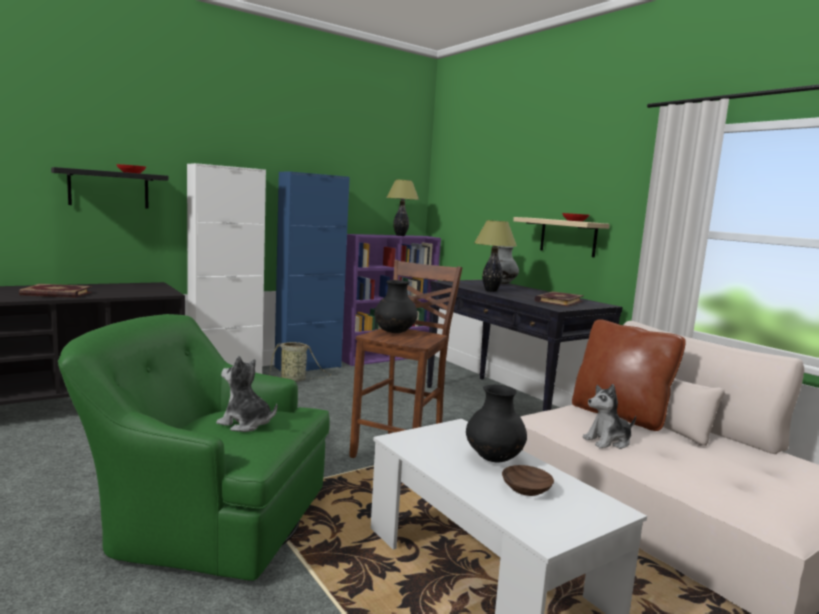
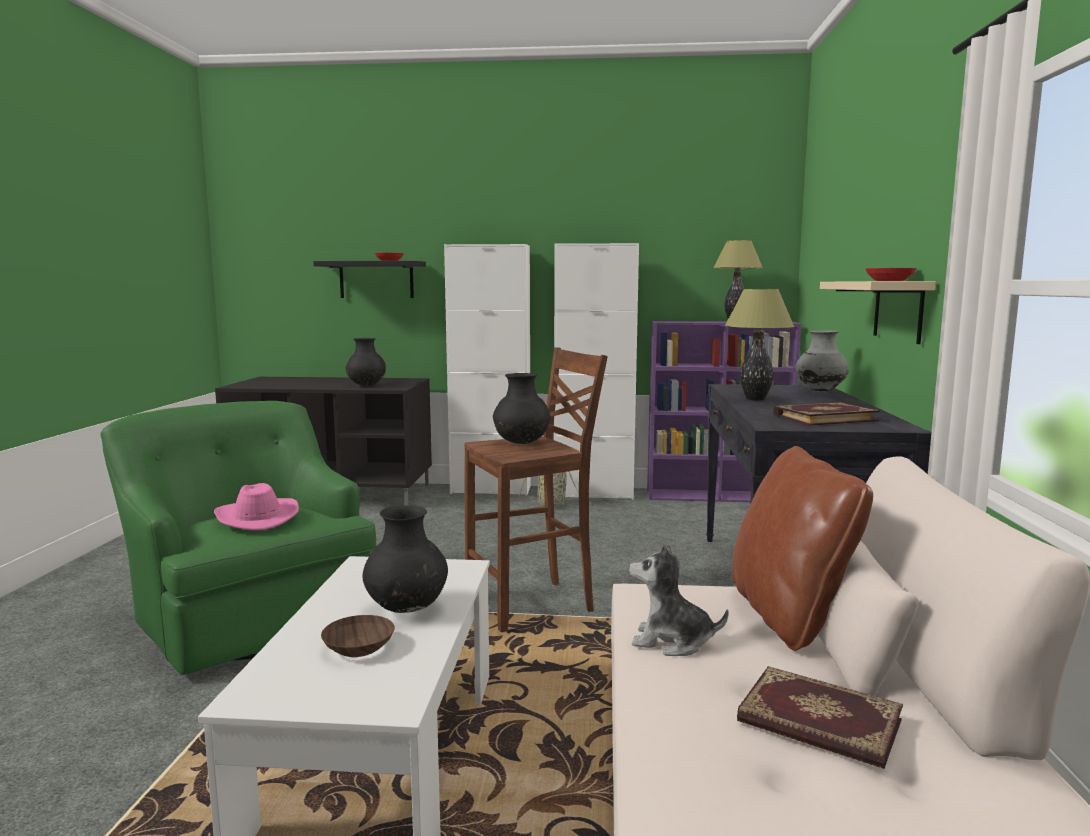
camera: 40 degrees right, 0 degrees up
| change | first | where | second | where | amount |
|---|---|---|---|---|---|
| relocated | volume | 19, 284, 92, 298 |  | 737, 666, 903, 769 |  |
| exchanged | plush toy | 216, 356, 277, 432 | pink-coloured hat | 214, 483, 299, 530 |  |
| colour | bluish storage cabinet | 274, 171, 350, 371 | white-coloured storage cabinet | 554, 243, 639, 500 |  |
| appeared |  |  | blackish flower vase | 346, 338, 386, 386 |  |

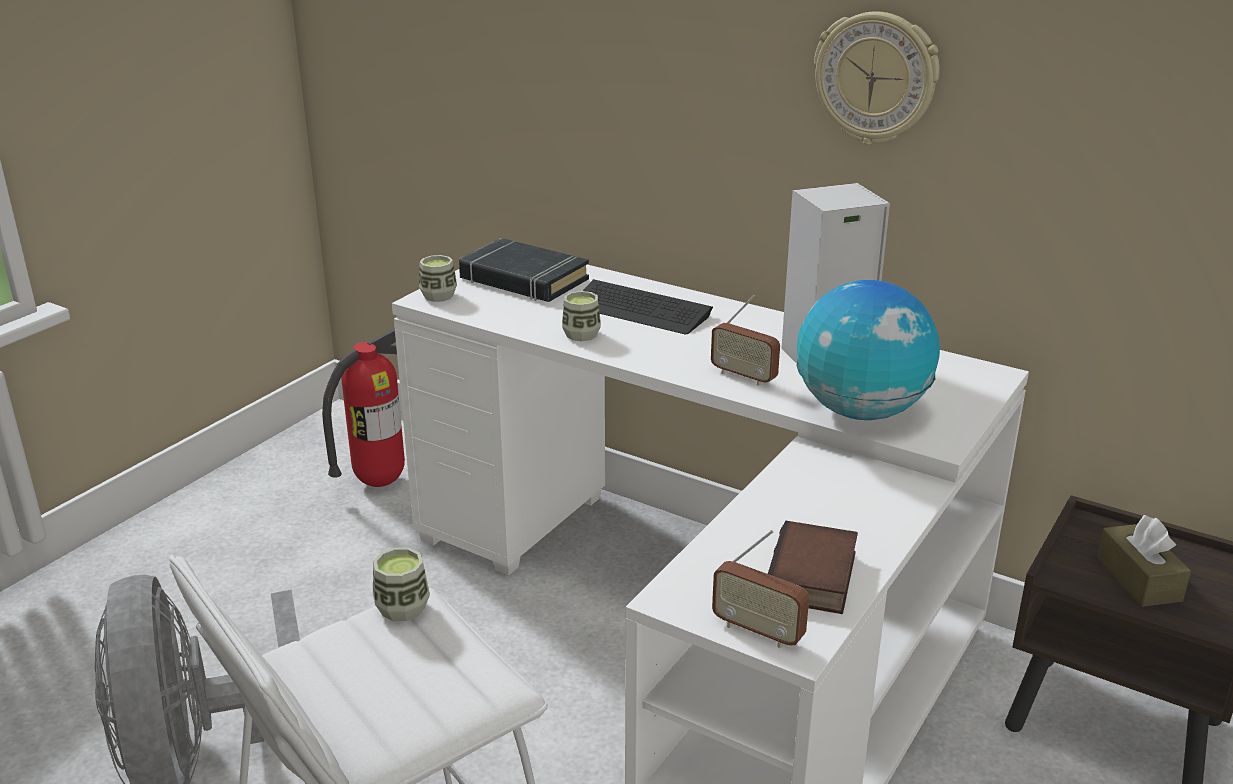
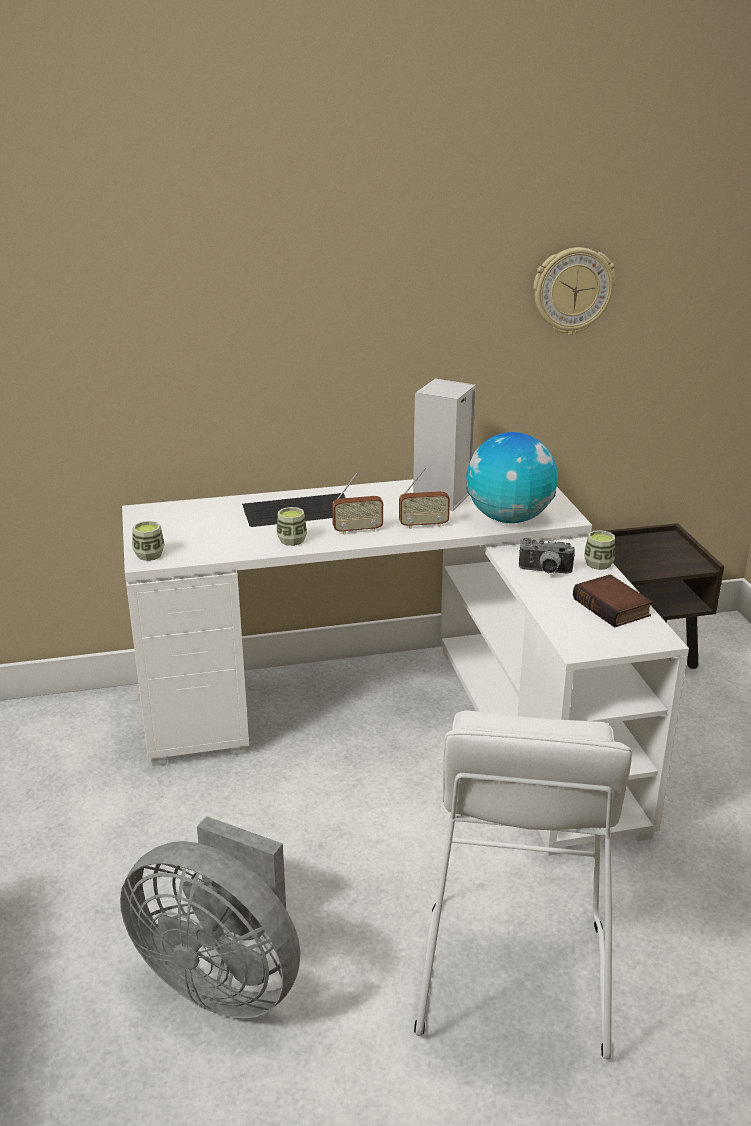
camera: 45 degrees left, 0 degrees up
| change | first | where | second | where | amount |
|---|---|---|---|---|---|
| missing | extinguisher | 322, 328, 405, 487 |  |  |  |
| relocated | small cup | 373, 548, 430, 621 |  | 584, 530, 615, 570 |  |
| missing | blackish volume | 459, 238, 589, 302 |  |  |  |
| relocated | radio | 712, 530, 809, 649 |  | 332, 472, 383, 535 |  |
| relocated | wall clock | 814, 11, 940, 145 |  | 533, 247, 616, 335 |  |
| missing | brown tissue holder | 1097, 515, 1191, 607 |  |  |  |
| appeared |  |  | photo camera | 519, 538, 575, 574 |  |

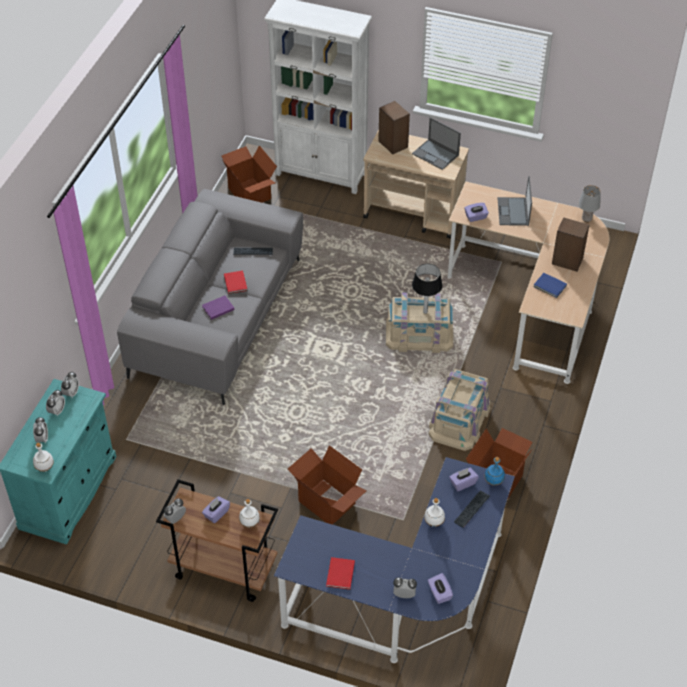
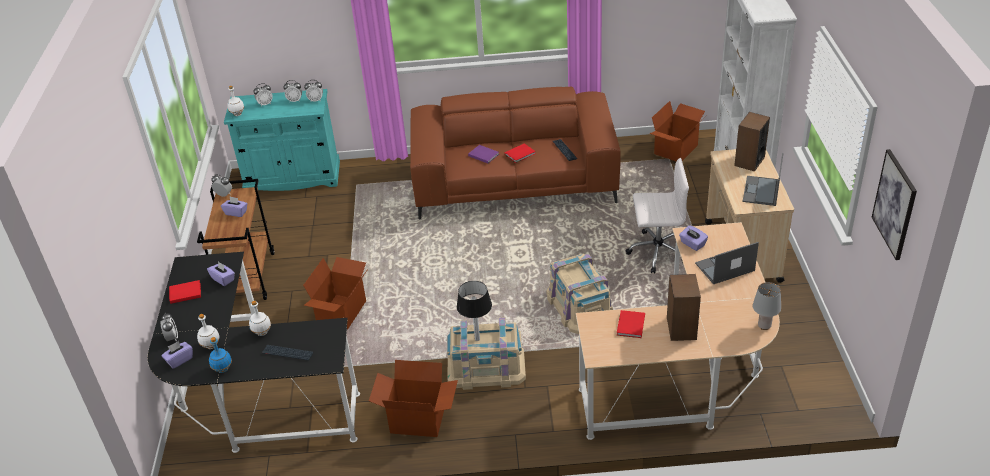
camera: 70 degrees right, 10 degrees down
| change | first | where | second | where | amount |
|---|---|---|---|---|---|
| colour | greyish settee | 117, 189, 303, 405 | brown settee | 410, 87, 621, 220 |  |
| relocated | white-coloured drink bottle | 239, 499, 260, 528 |  | 197, 314, 220, 349 |  |
| colour | bluish desk unit | 274, 457, 515, 663 | blackish desk unit | 148, 252, 360, 453 |  |
| relocated | tabletop lamp | 412, 264, 443, 314 |  | 457, 281, 492, 341 |  |
| relocated | purplish tissue holder | 449, 468, 479, 491 |  | 207, 261, 235, 286 |  |
| relocated | bluish drink bottle | 484, 457, 505, 486 |  | 209, 337, 232, 373 |  |
| colour | bluish volume | 533, 273, 567, 298 | red-coloured volume | 617, 310, 645, 338 |  |
| appeared |  |  | white-coloured computer chair | 626, 158, 689, 274 |  |
| appeared |  |  | picture | 872, 149, 917, 260 |  |

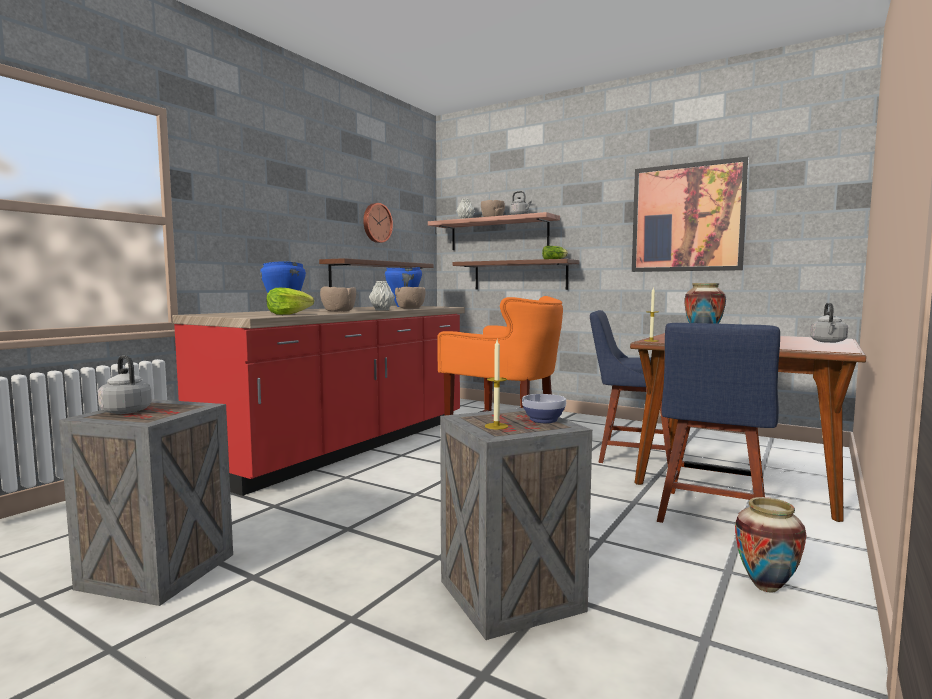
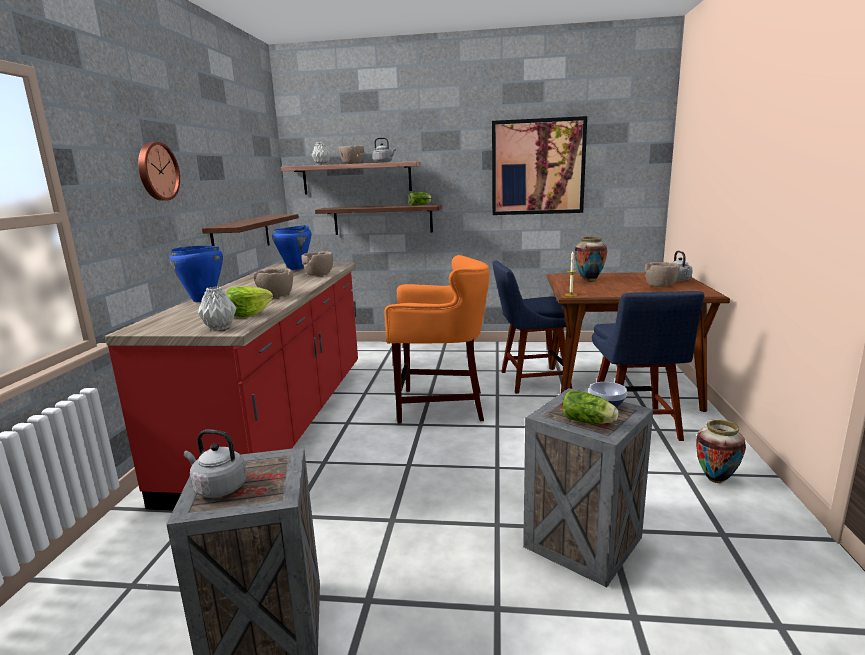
camera: 25 degrees left, 10 degrees up
| change | first | where | second | where | amount |
|---|---|---|---|---|---|
| relocated | wall clock | 363, 203, 393, 243 |  | 138, 142, 180, 201 |  |
| relocated | greyish flower vase | 369, 281, 395, 310 |  | 197, 287, 236, 331 |  |
| exchanged | wax light | 485, 340, 508, 429 | lettuce head | 562, 390, 619, 424 |  |
| appeared |  |  | brown deep dish | 645, 262, 680, 287 |  |

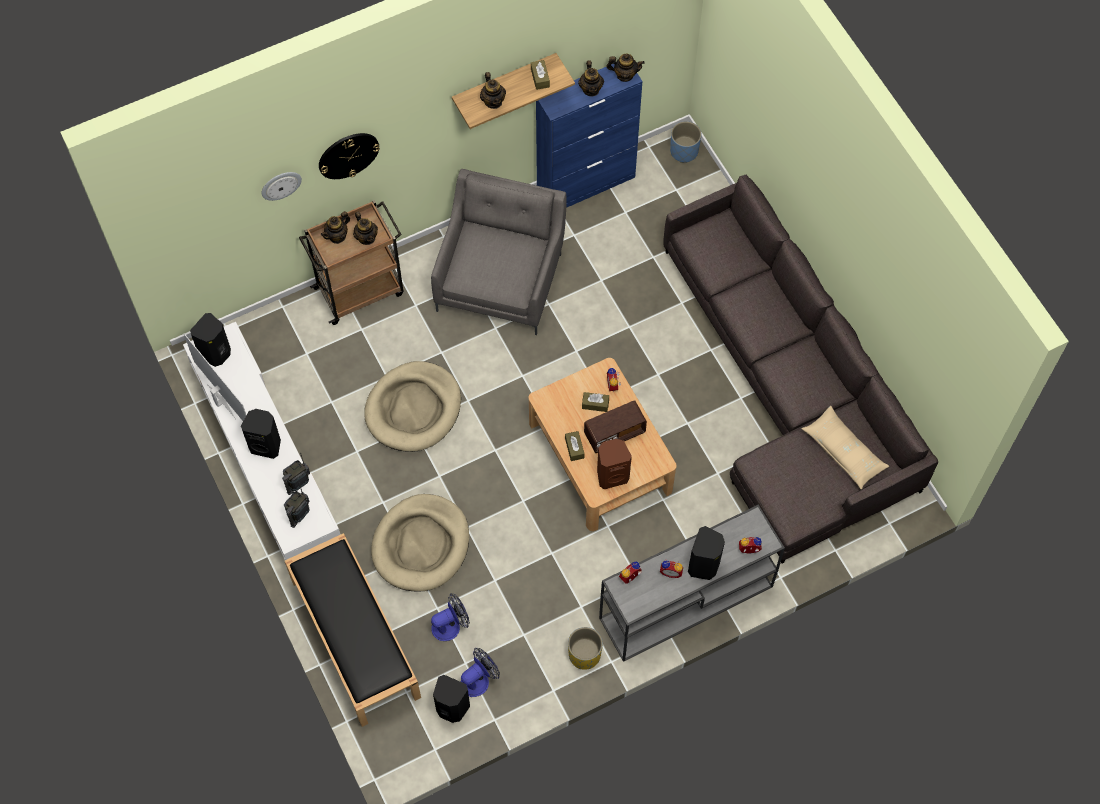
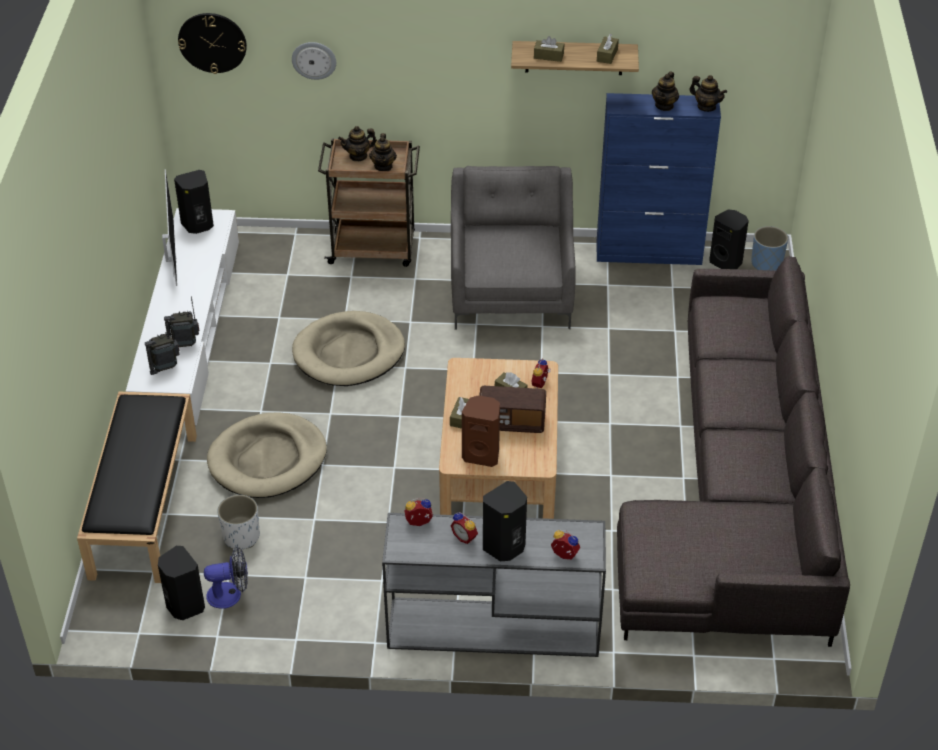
camera: 30 degrees right, 20 degrees down
| change | first | where | second | where | amount |
|---|---|---|---|---|---|
| relocated | blackish loudspeaker | 241, 409, 281, 459 |  | 709, 210, 749, 269 |  |
| relocated | wall clock | 319, 133, 380, 179 |  | 178, 13, 247, 74 |  |
| spun | greyish lounge chair | 431, 169, 567, 335 |  | 451, 166, 576, 330 | 45 degrees counterclockwise |
| exchanged | fan | 431, 593, 470, 641 | white-coloured planter | 217, 495, 260, 549 |  |
| exchanged | tea pot | 480, 72, 506, 109 | brown tissue holder | 534, 36, 564, 62 |  |
| missing | yellow-coloured planter | 568, 627, 603, 670 |  |  |  |
| missing | beige-coloured pillow | 801, 406, 889, 489 |  |  |  |

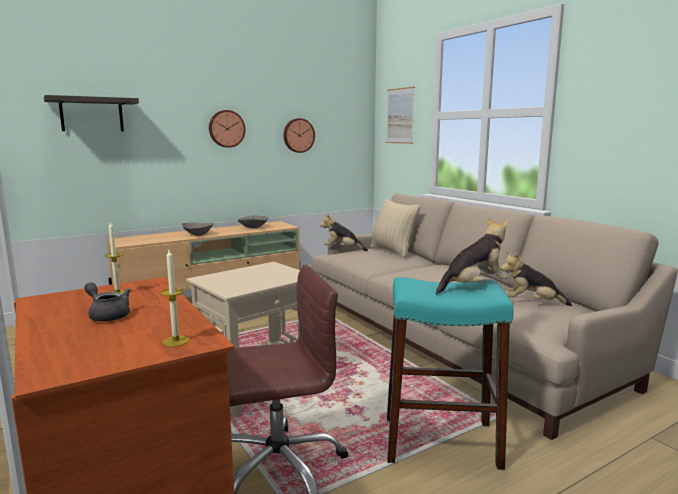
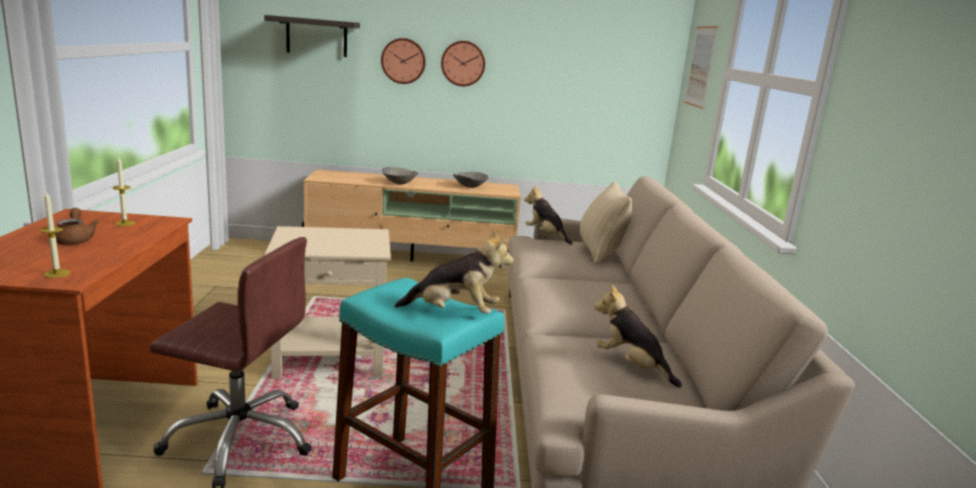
camera: 30 degrees right, 5 degrees up
| change | first | where | second | where | amount |
|---|---|---|---|---|---|
| colour | greyish tea pot | 84, 282, 131, 322 | brown tea pot | 55, 208, 99, 245 |  |
| relocated | wall clock | 283, 118, 315, 153 |  | 381, 38, 426, 84 |  |

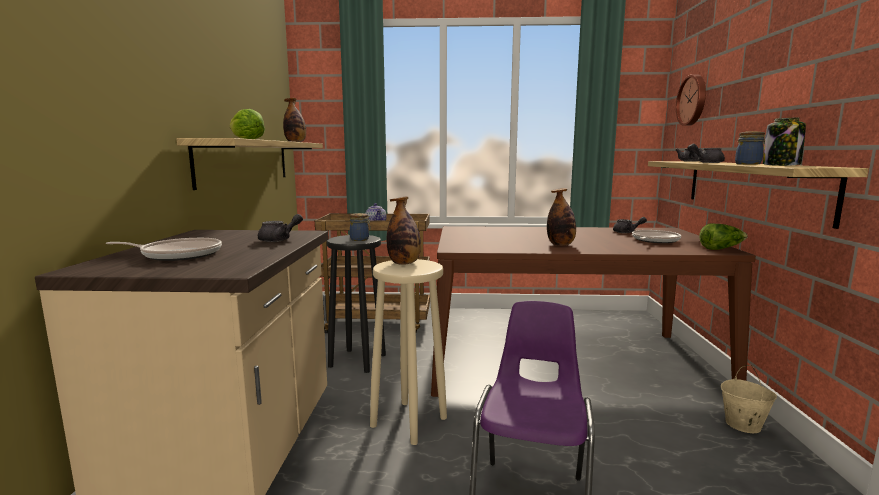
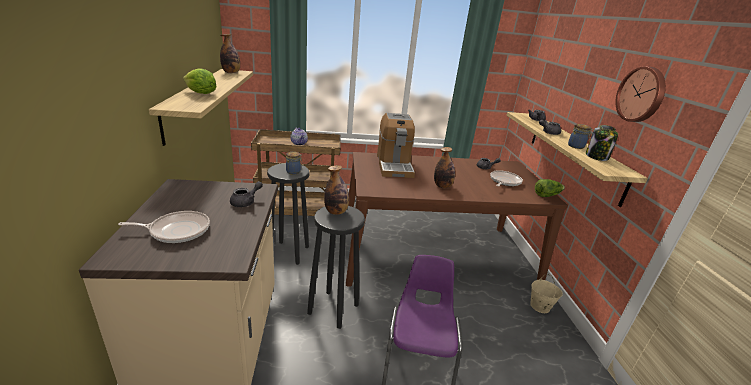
camera: 10 degrees left, 15 degrees up
| change | first | where | second | where | amount |
|---|---|---|---|---|---|
| colour | beige-coloured stool | 370, 259, 447, 445 | blackish stool | 307, 206, 365, 329 |  |
| relocated | wall clock | 676, 75, 706, 126 |  | 615, 66, 666, 122 |  |
| appeared |  |  | coffee machine | 377, 113, 415, 178 |  |

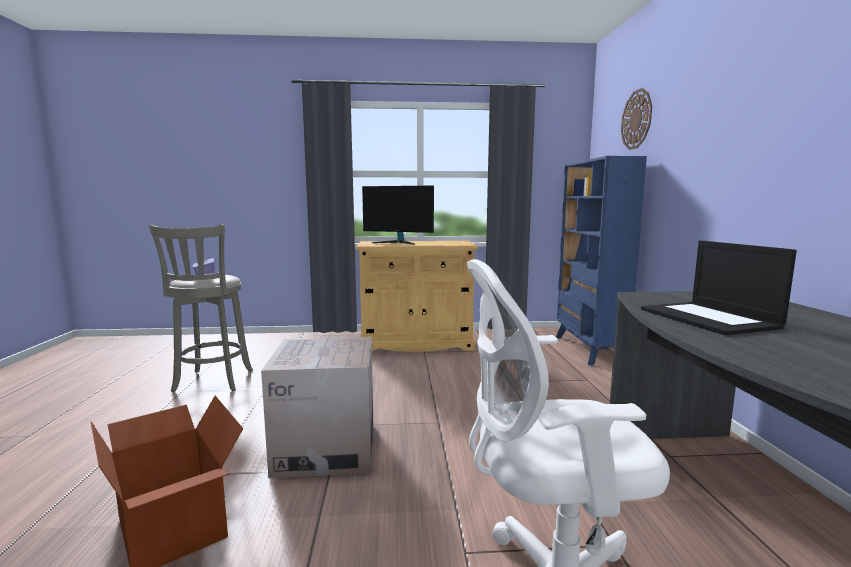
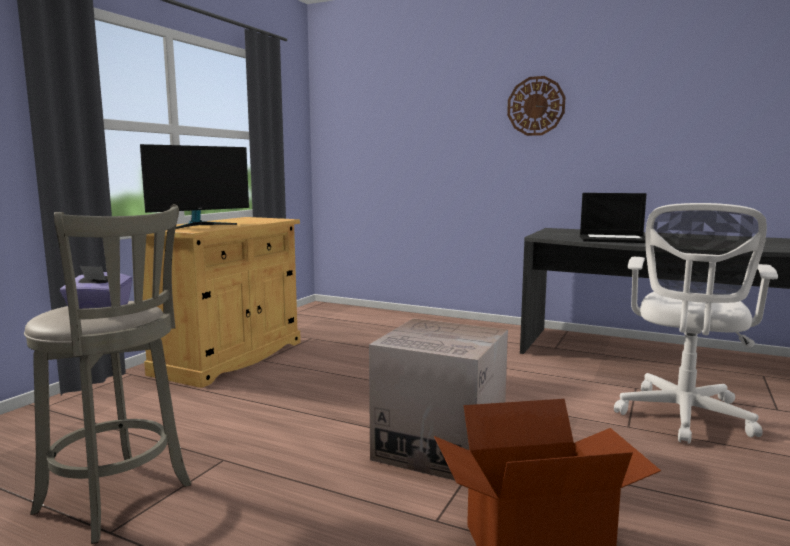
camera: 60 degrees left, 0 degrees up
| change | first | where | second | where | amount |
|---|---|---|---|---|---|
| missing | bluish bookshelf | 556, 156, 647, 366 |  |  |  |
| relocated | wall clock | 621, 88, 652, 150 |  | 507, 76, 565, 136 |  |

